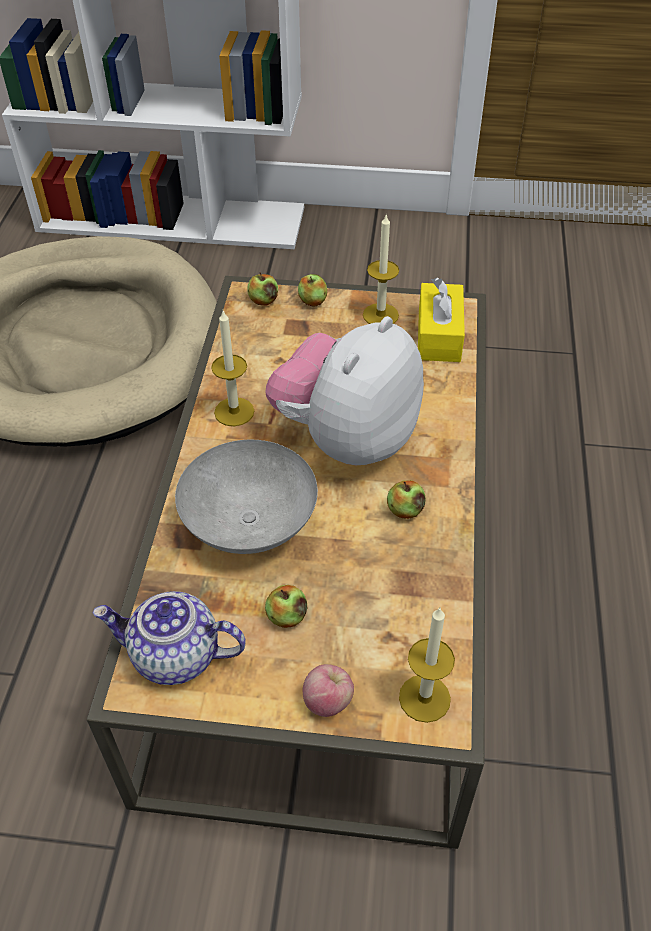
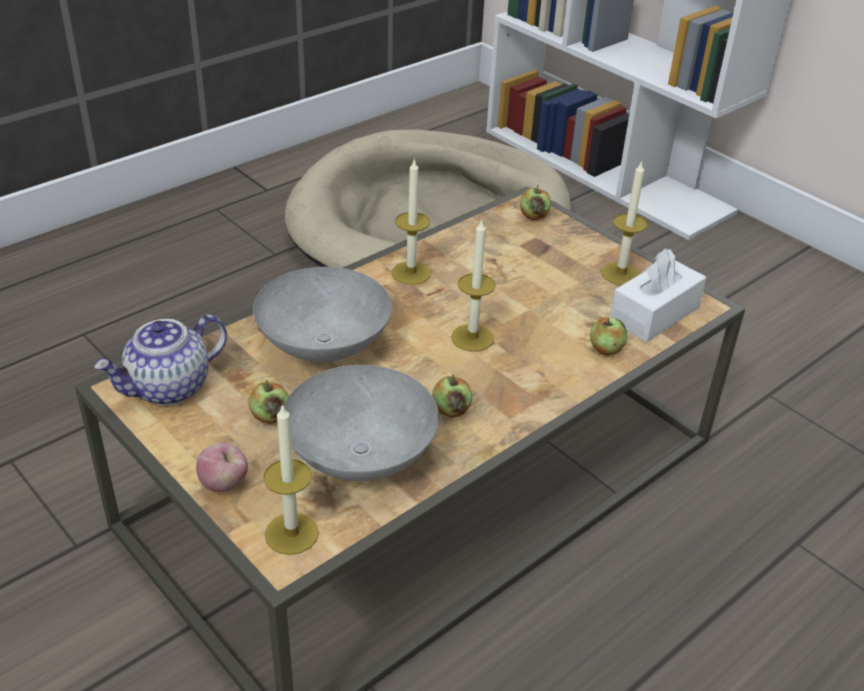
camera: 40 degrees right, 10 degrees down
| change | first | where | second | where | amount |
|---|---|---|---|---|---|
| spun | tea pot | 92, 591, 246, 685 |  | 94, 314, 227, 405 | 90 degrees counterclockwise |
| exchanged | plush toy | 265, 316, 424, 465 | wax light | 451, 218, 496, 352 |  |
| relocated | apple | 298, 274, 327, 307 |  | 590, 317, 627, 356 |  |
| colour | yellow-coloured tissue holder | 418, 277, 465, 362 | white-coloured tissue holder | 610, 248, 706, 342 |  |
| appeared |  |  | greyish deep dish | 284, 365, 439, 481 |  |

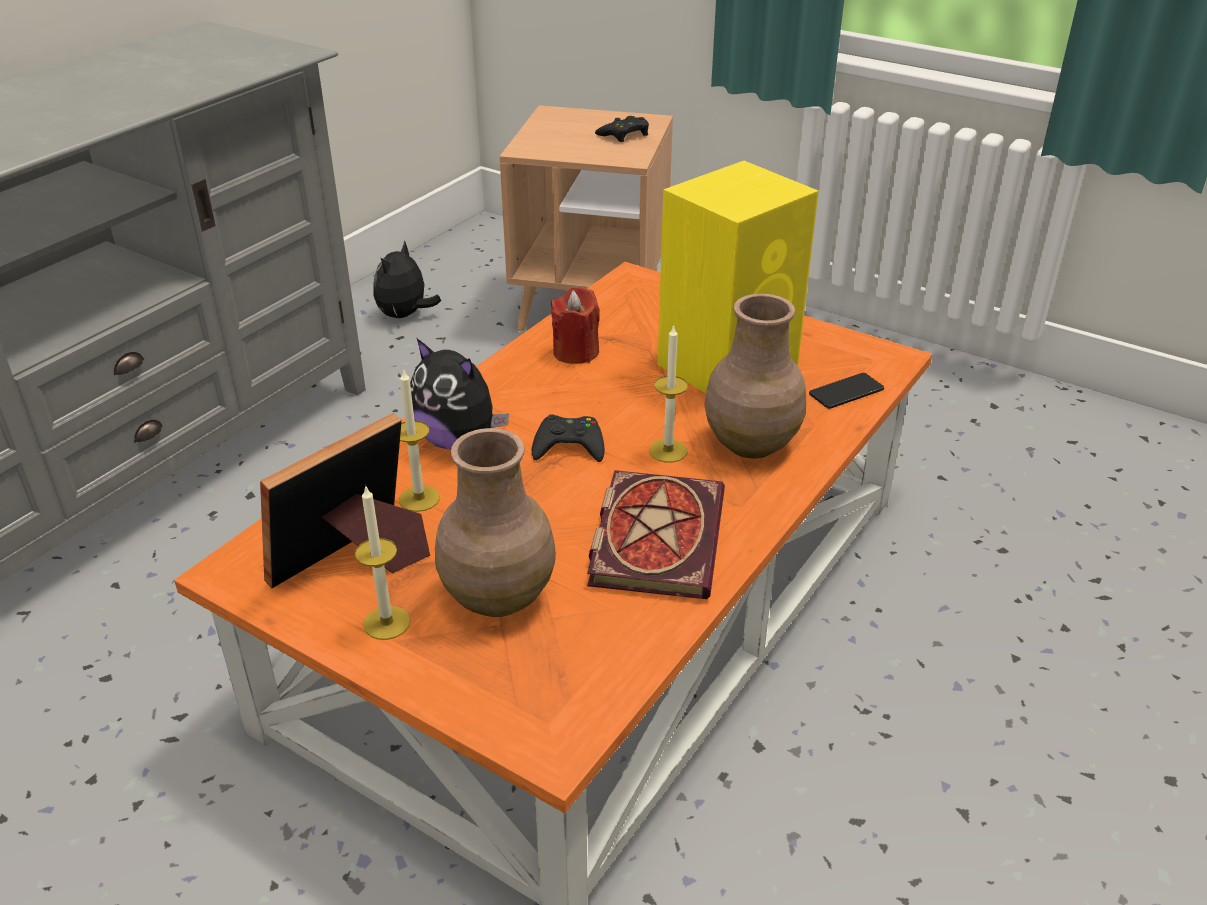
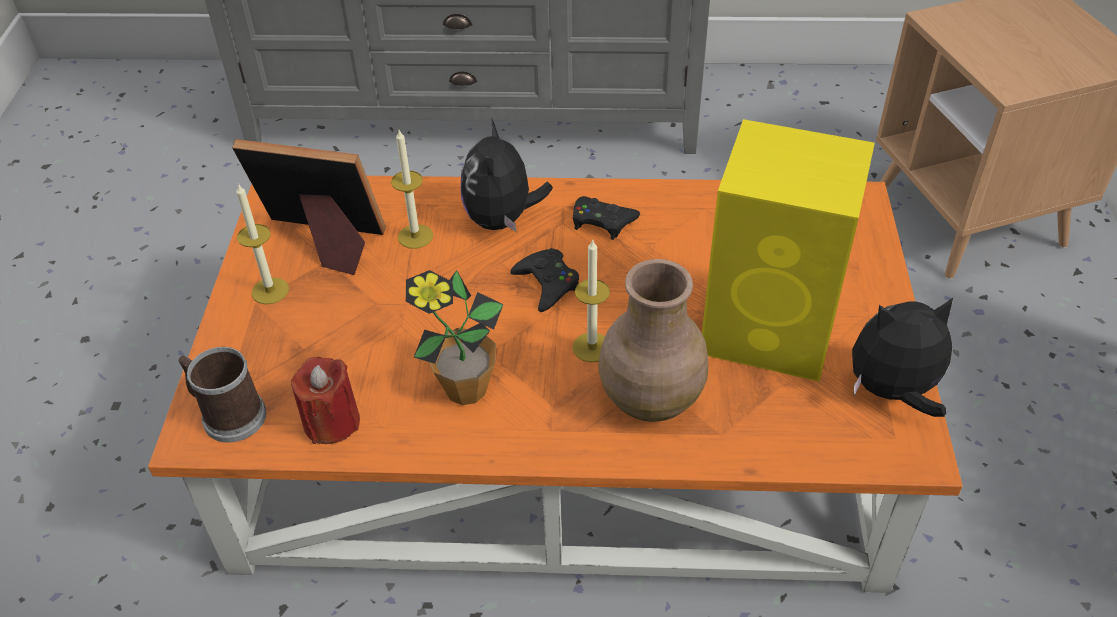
camera: 60 degrees right, 10 degrees up
| change | first | where | second | where | amount |
|---|---|---|---|---|---|
| relocated | plush toy | 373, 240, 441, 318 |  | 852, 298, 953, 417 |  |
| missing | brown flower vase | 435, 428, 556, 617 |  |  |  |
| relocated | red-coloured wax light | 551, 287, 600, 364 |  | 291, 357, 360, 444 |  |
| exchanged | volume | 587, 470, 725, 599 | plant in a pot | 406, 270, 504, 405 |  |
| relocated | blackish gamepad | 595, 116, 649, 142 |  | 573, 196, 640, 240 |  |
| missing | handset | 809, 373, 884, 409 |  |  |  |
| appeared |  |  | mug | 179, 347, 266, 443 |  |

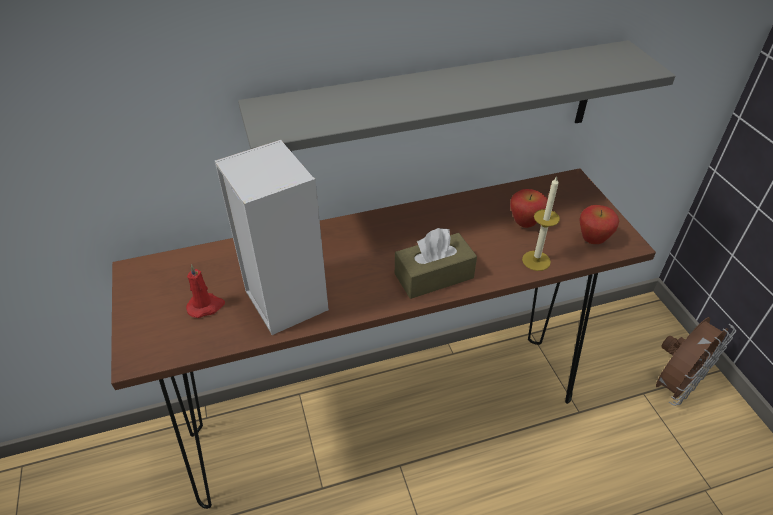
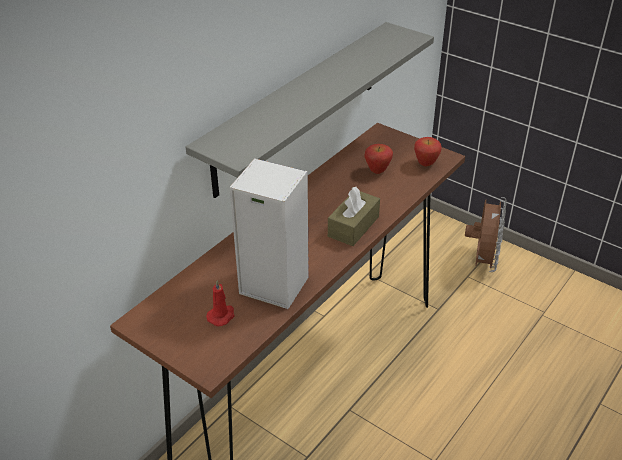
camera: 35 degrees left, 5 degrees down
| change | first | where | second | where | amount |
|---|---|---|---|---|---|
| missing | wax light | 522, 177, 560, 271 |  |  |  |

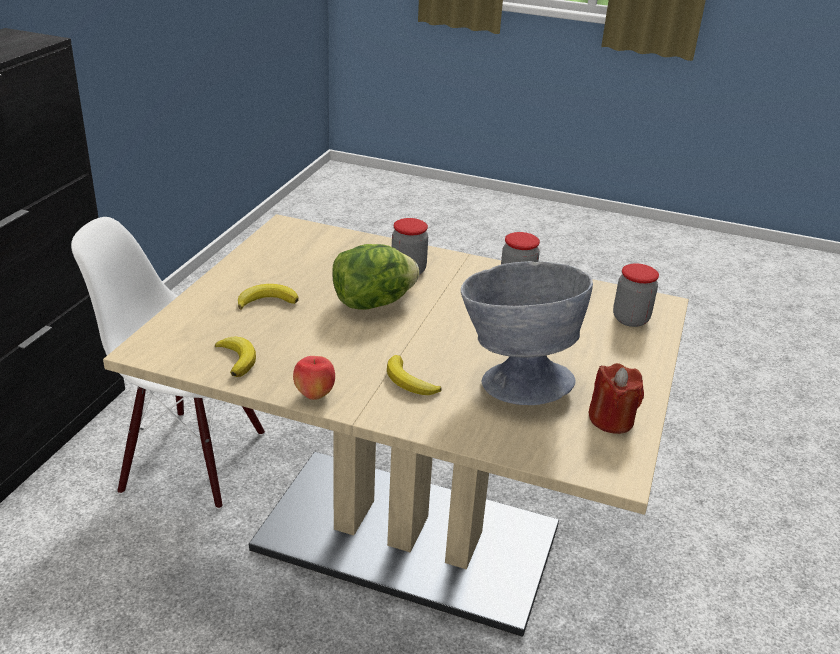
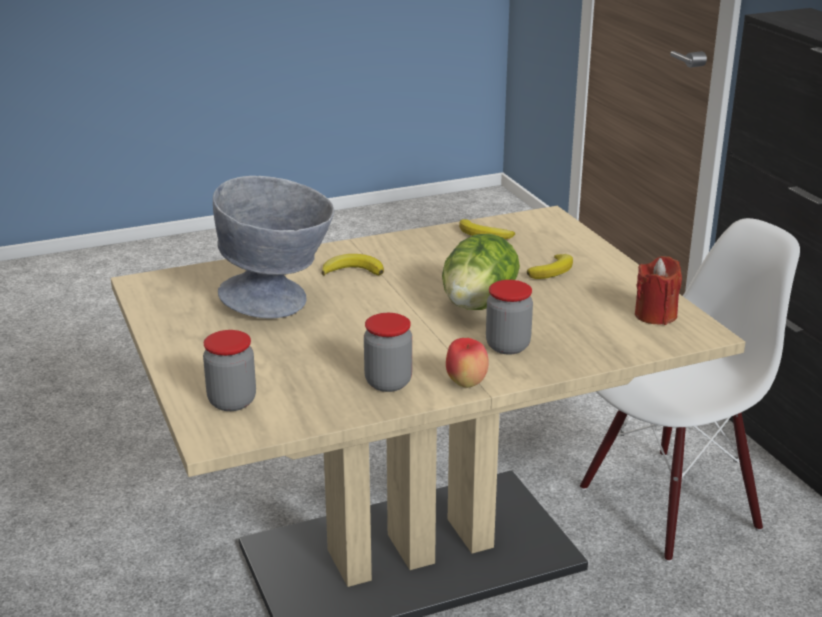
camera: 140 degrees right, 5 degrees down
| change | first | where | second | where | amount |
|---|---|---|---|---|---|
| relocated | apple | 293, 356, 335, 400 |  | 446, 338, 489, 388 |  |
| relocated | red-coloured wax light | 588, 363, 644, 434 |  | 635, 256, 682, 325 |  |

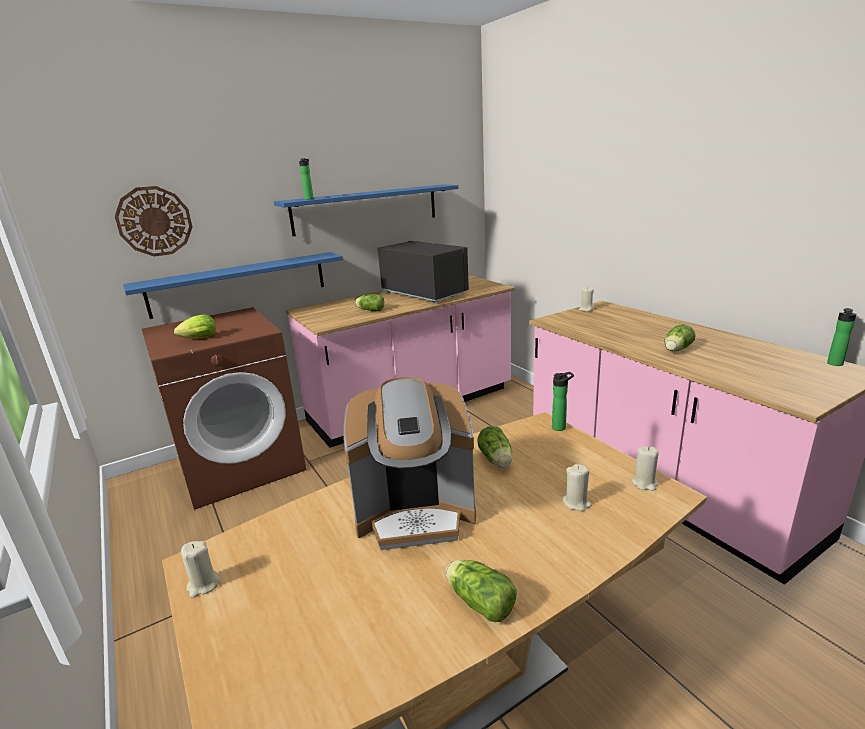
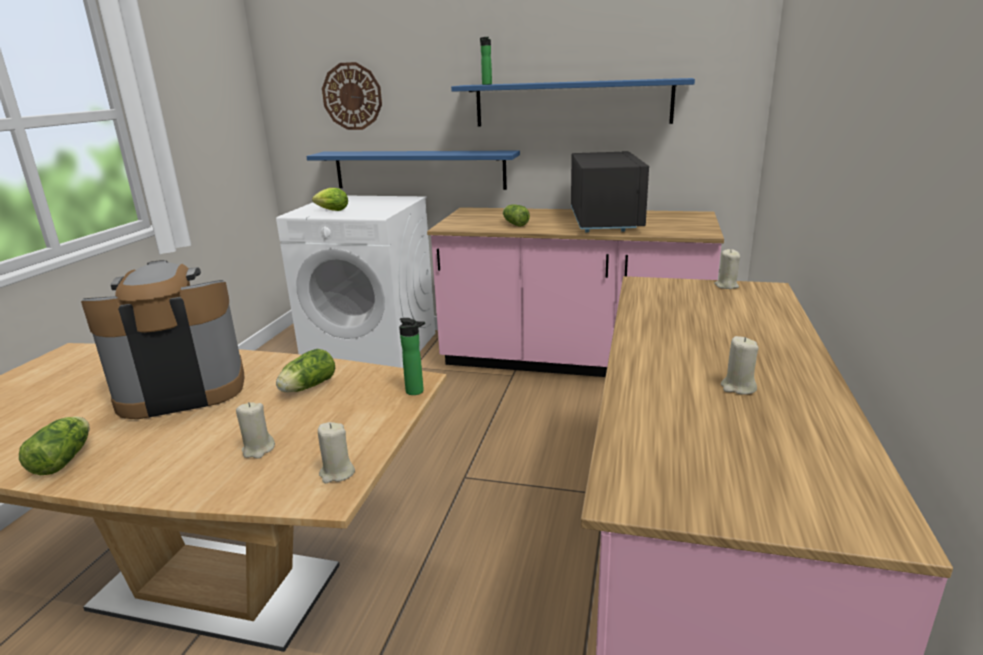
camera: 45 degrees right, 0 degrees up
| change | first | where | second | where | amount |
|---|---|---|---|---|---|
| colour | brown laundry appliance | 142, 307, 306, 510 | white-coloured laundry appliance | 276, 196, 435, 368 |  |
| relocated | beige-coloured wax light | 181, 541, 220, 597 |  | 721, 336, 759, 395 |  |
| spun | coffee machine | 343, 377, 476, 550 |  | 81, 260, 245, 419 | 120 degrees clockwise |
| missing | lettuce head | 664, 324, 696, 351 |  |  |  |
| missing | drink bottle | 827, 308, 856, 366 |  |  |  |

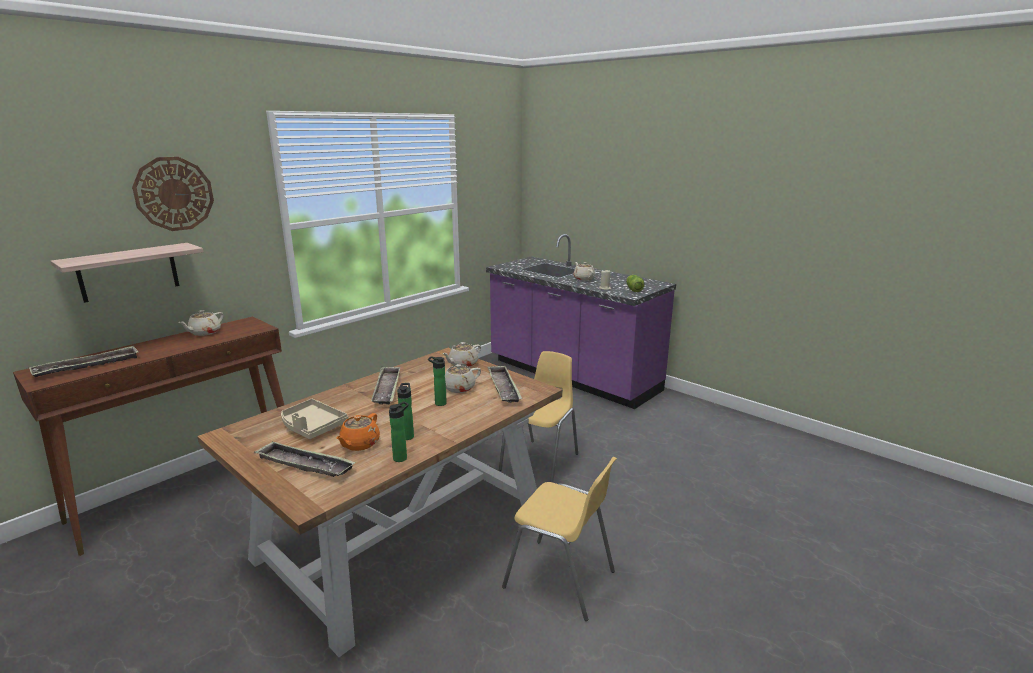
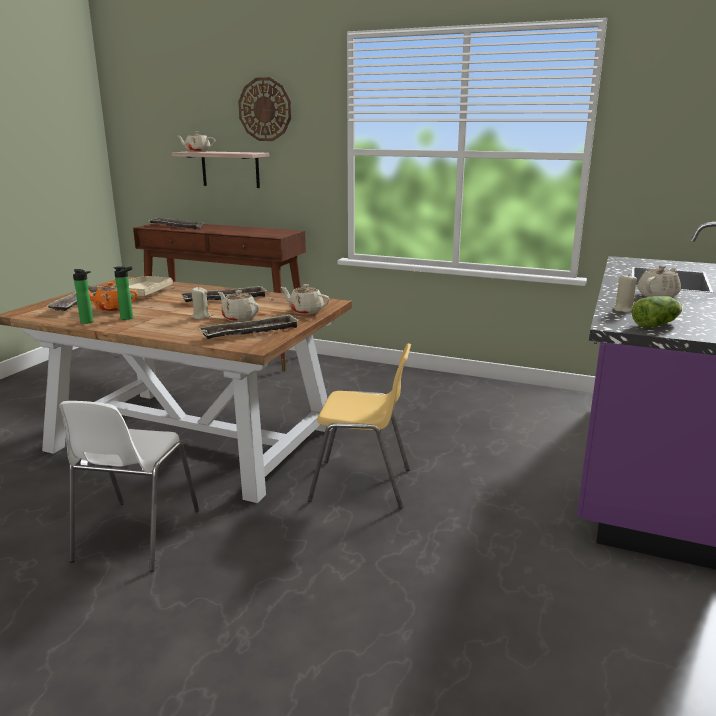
camera: 70 degrees right, 0 degrees up
| change | first | where | second | where | amount |
|---|---|---|---|---|---|
| relocated | beige-coloured tea pot | 178, 310, 223, 336 |  | 177, 131, 215, 152 |  |
| exchanged | drink bottle | 428, 356, 447, 406 | beige-coloured wax light | 191, 287, 211, 319 |  |
| colour | yellow-coloured chair | 502, 457, 617, 621 | white-coloured chair | 59, 401, 199, 572 |  |

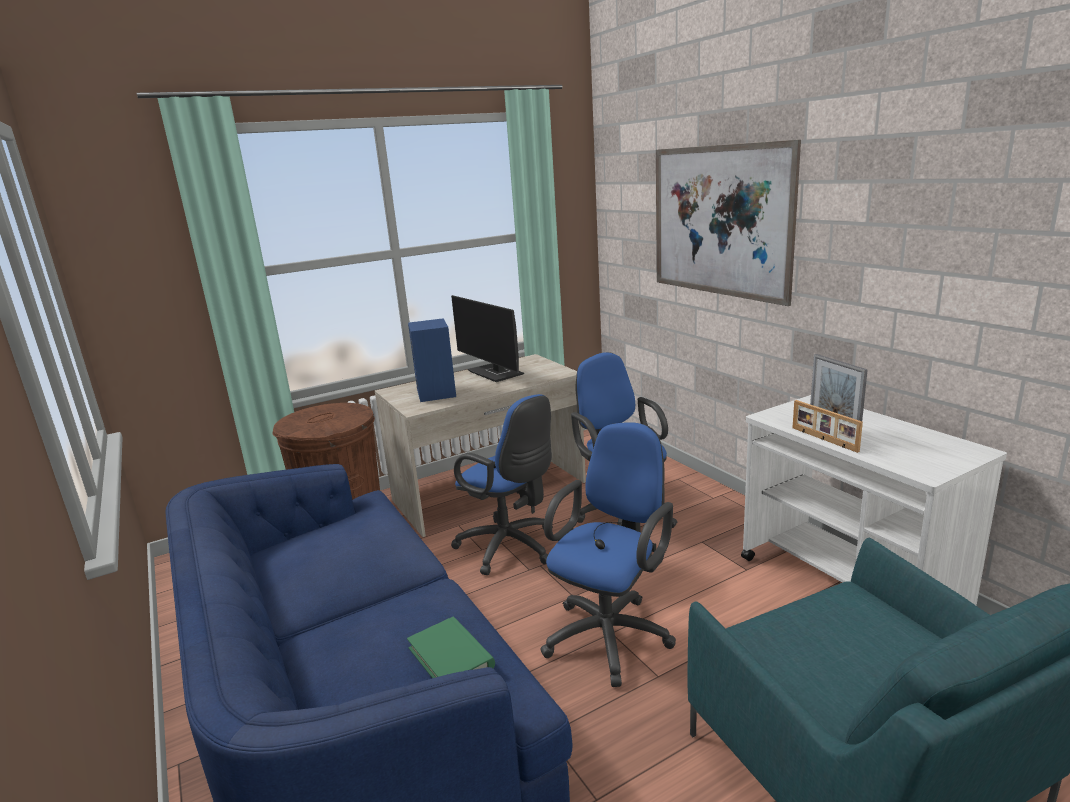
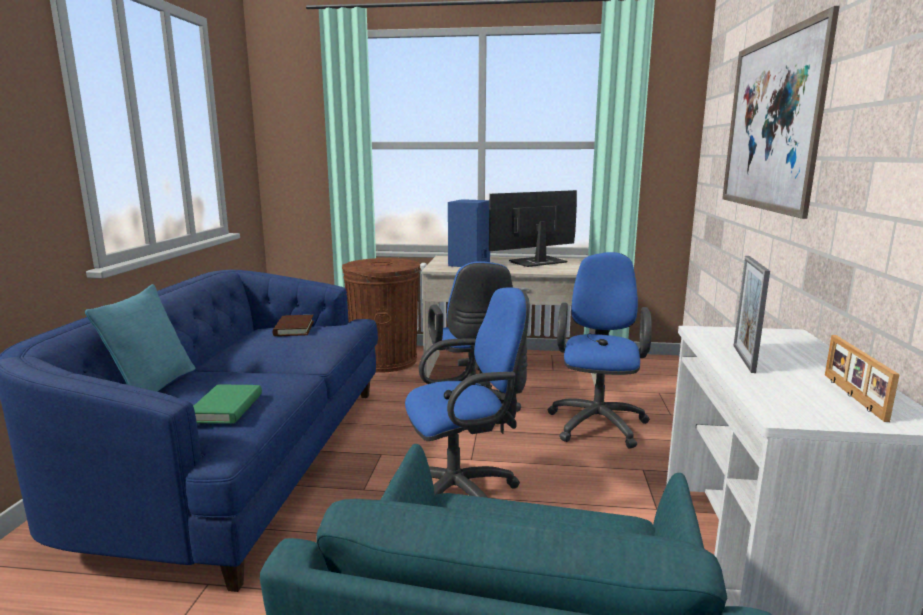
camera: 35 degrees right, 5 degrees down
| change | first | where | second | where | amount |
|---|---|---|---|---|---|
| spun | computer screen | 451, 295, 524, 382 |  | 489, 190, 577, 267 | 60 degrees clockwise |
| relocated | picture frame | 792, 400, 863, 453 |  | 825, 335, 900, 422 |  |
| appeared |  |  | blue-green pillow | 85, 284, 195, 392 |  |
| appeared |  |  | brown volume | 273, 315, 314, 336 |  |

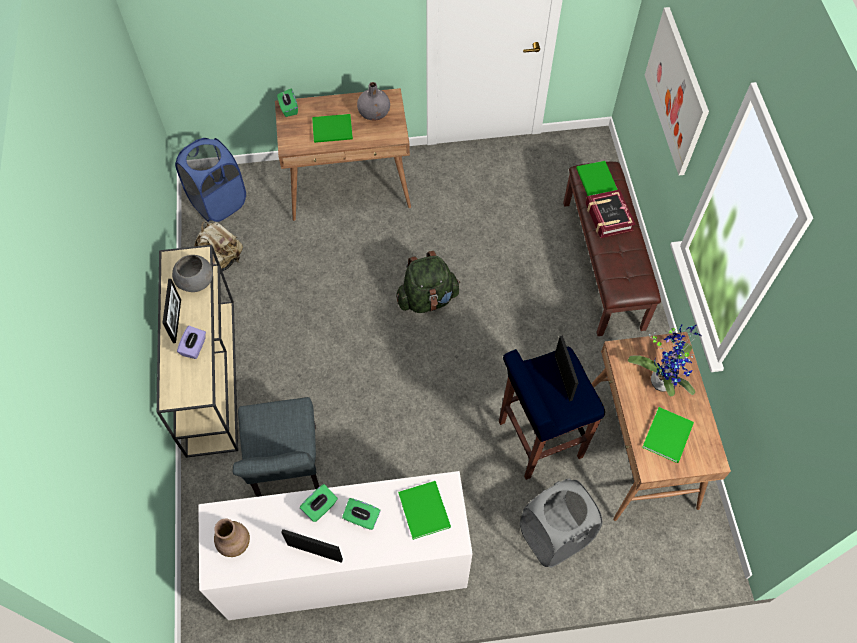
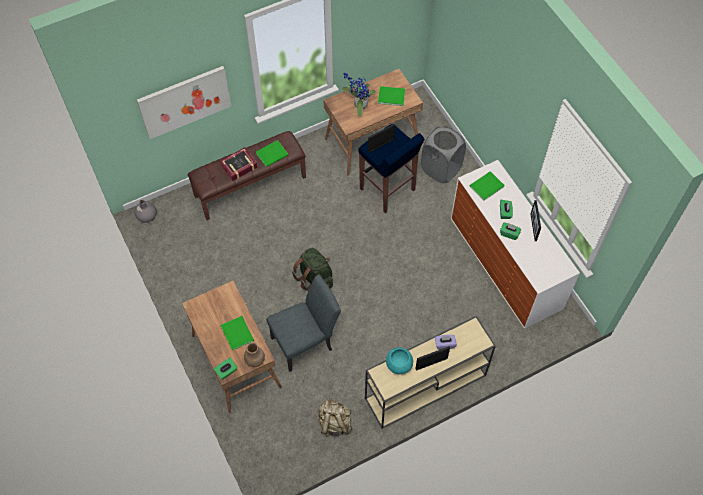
camera: 110 degrees left, 0 degrees up
| change | first | where | second | where | amount |
|---|---|---|---|---|---|
| colour | greyish deep dish | 172, 255, 213, 292 | blue-green deep dish | 386, 347, 413, 374 |  |
| missing | bluish hamper | 175, 138, 246, 222 |  |  |  |
| relocated | brown flower vase | 214, 518, 250, 557 |  | 244, 342, 265, 367 |  |
| relocated | greyish chair | 233, 397, 319, 497 |  | 266, 275, 341, 372 |  |
| relocated | greyish flower vase | 357, 82, 390, 121 |  | 134, 200, 157, 223 |  |
| relocated | green-coloured volume | 576, 161, 618, 196 |  | 256, 140, 288, 167 |  |

